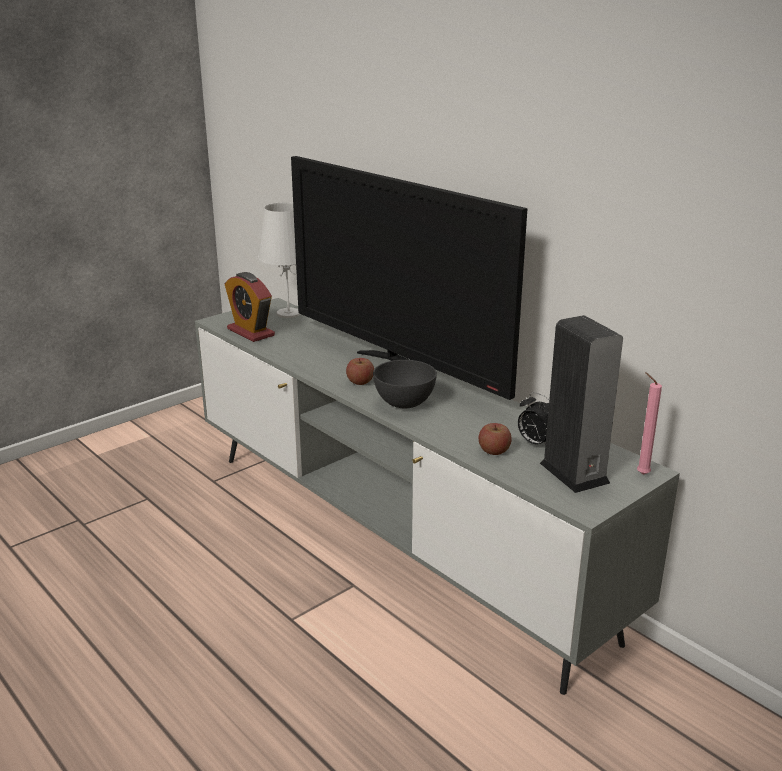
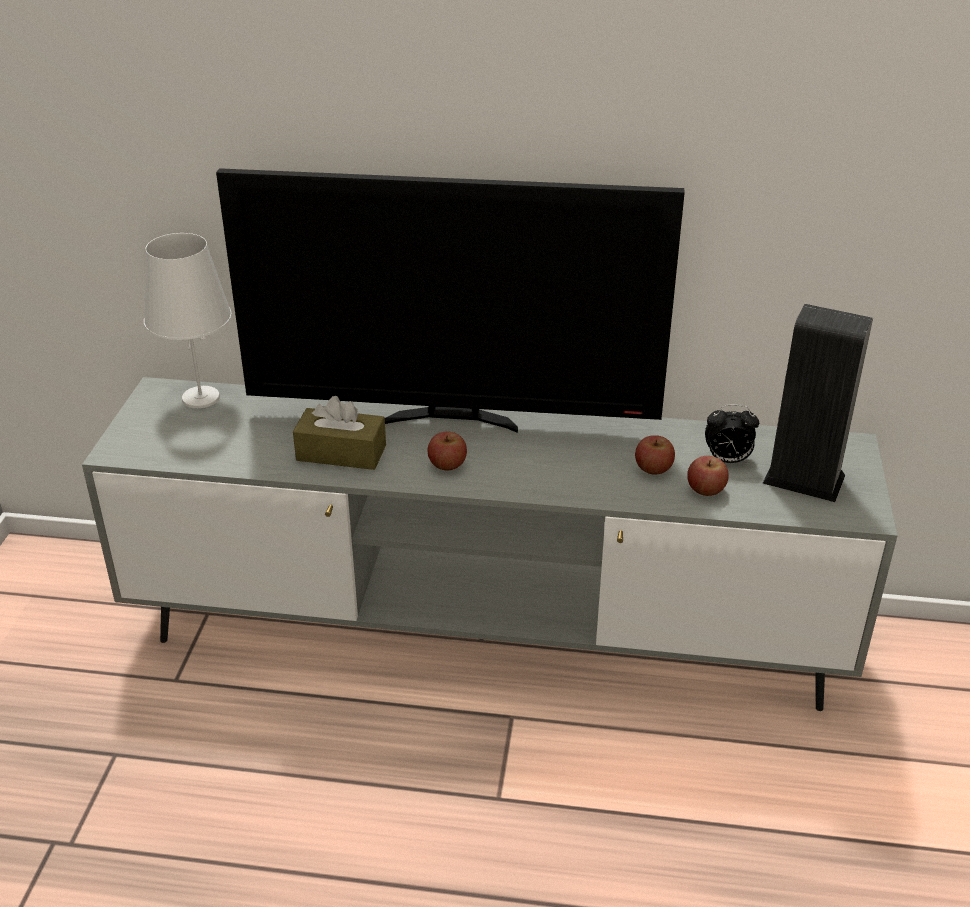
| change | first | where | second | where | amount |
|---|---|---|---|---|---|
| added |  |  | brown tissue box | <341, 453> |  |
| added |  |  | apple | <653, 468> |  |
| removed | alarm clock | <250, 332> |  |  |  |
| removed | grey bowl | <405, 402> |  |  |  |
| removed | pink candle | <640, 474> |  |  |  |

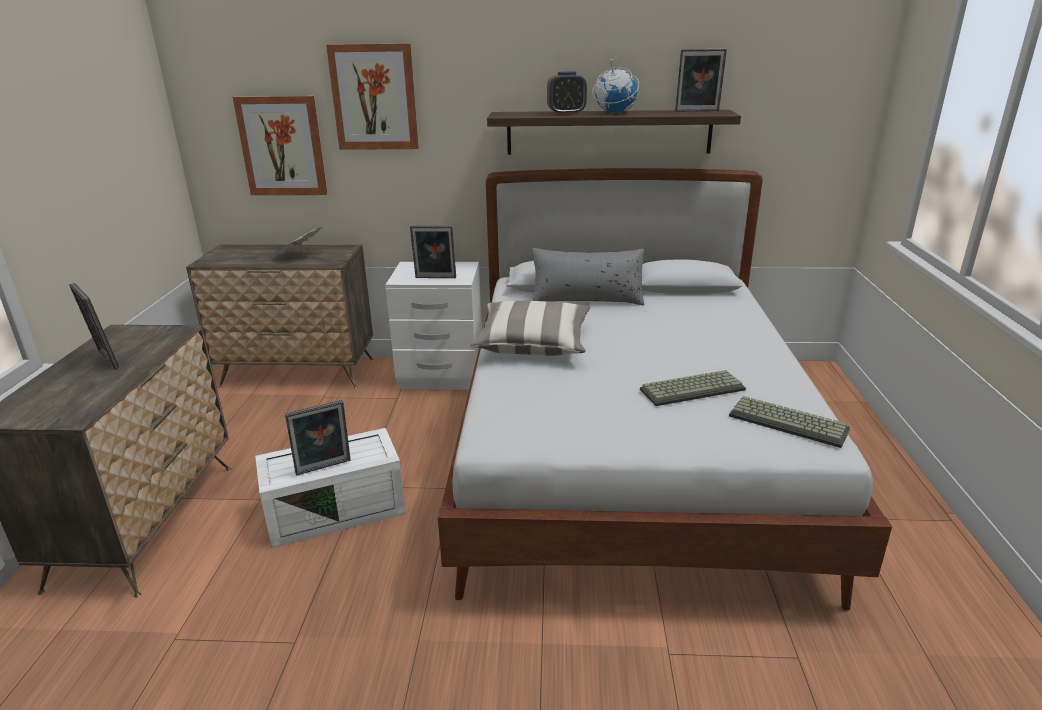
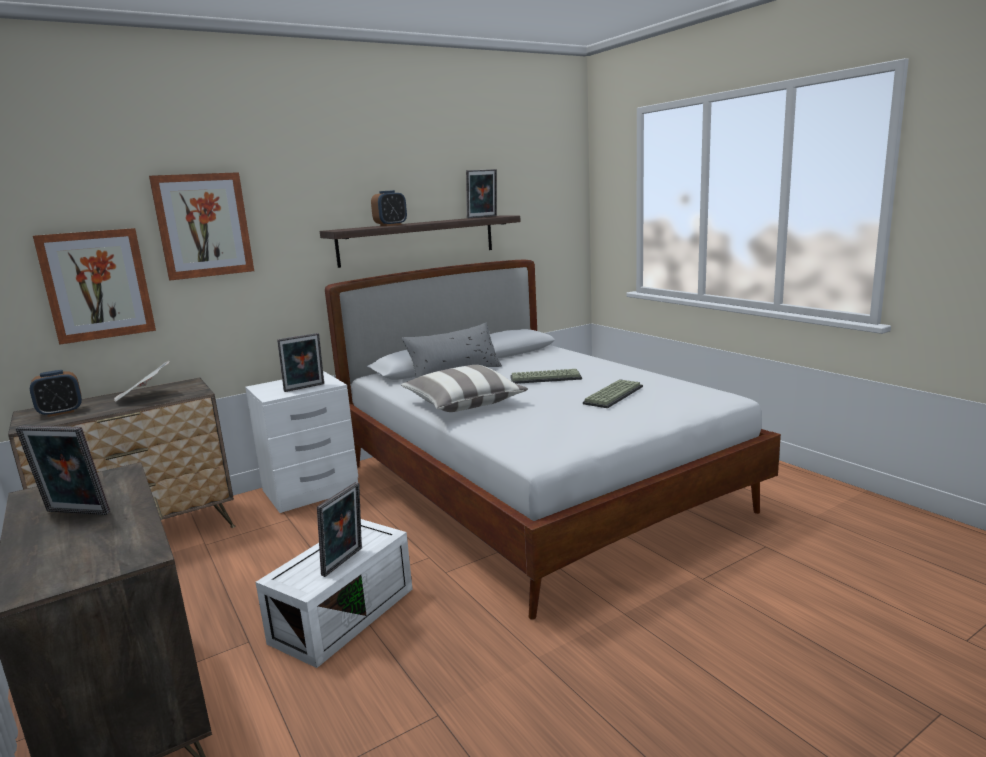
| change | first | where | second | where | amount |
|---|---|---|---|---|---|
| added |  |  | alarm clock | <61, 412> |  |
| moved | keyboard | <789, 422> |  | <546, 377> |  |
| removed | globe | <614, 113> |  |  |  |

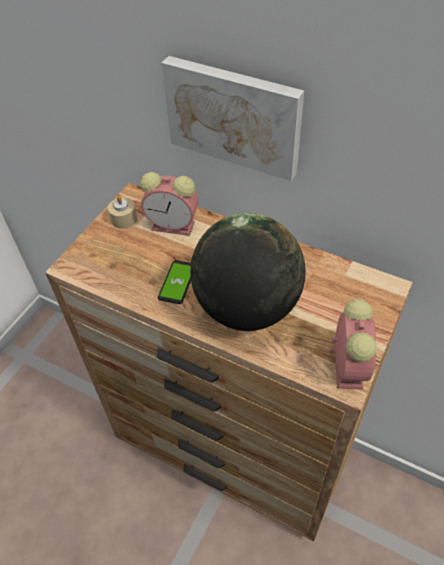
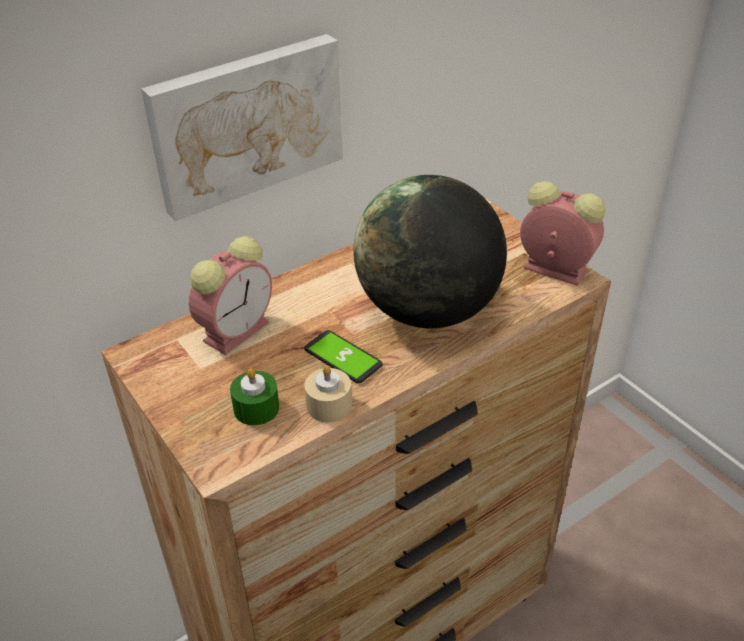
| change | first | where | second | where | amount |
|---|---|---|---|---|---|
| added |  |  | green candle | <256, 408> |  |
| moved | beige candle | <124, 219> |  | <329, 405> |  |

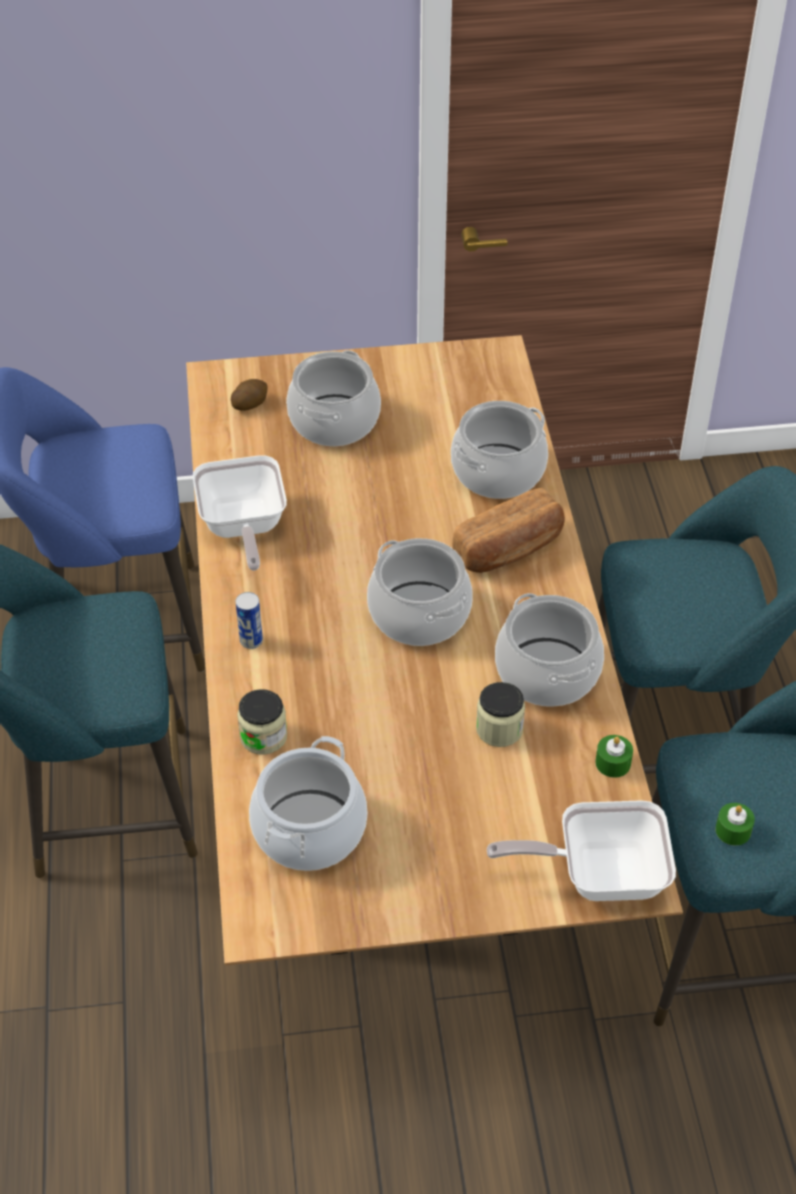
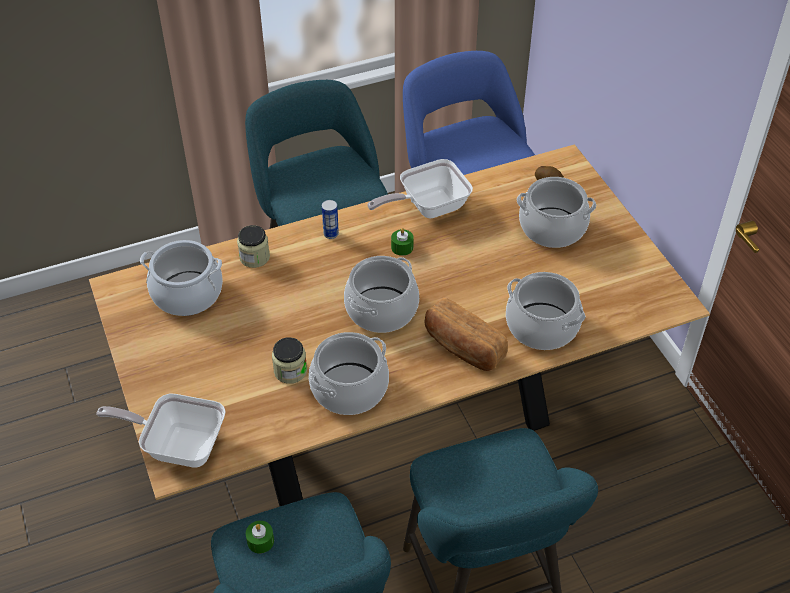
| change | first | where | second | where | amount |
|---|---|---|---|---|---|
| turned | frying pan | <598, 874> |  | <178, 445> | 60 degrees counterclockwise |
| moved | green candle | <613, 763> |  | <402, 247> |  |

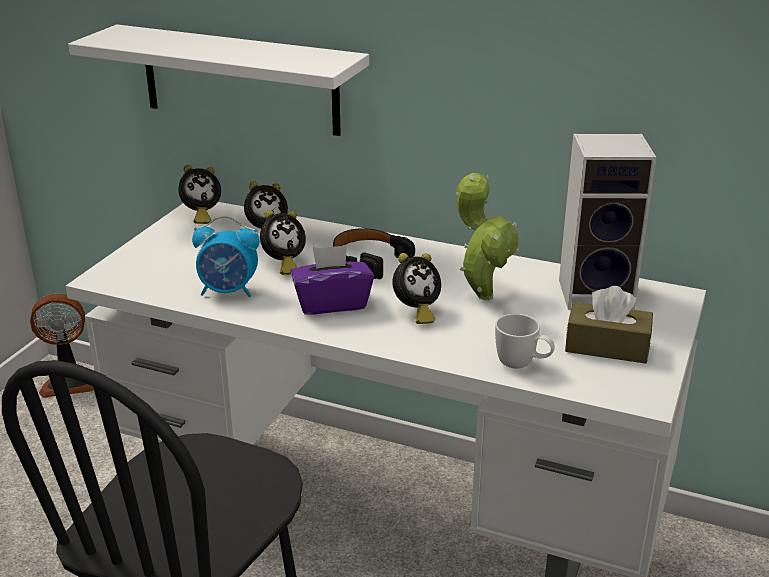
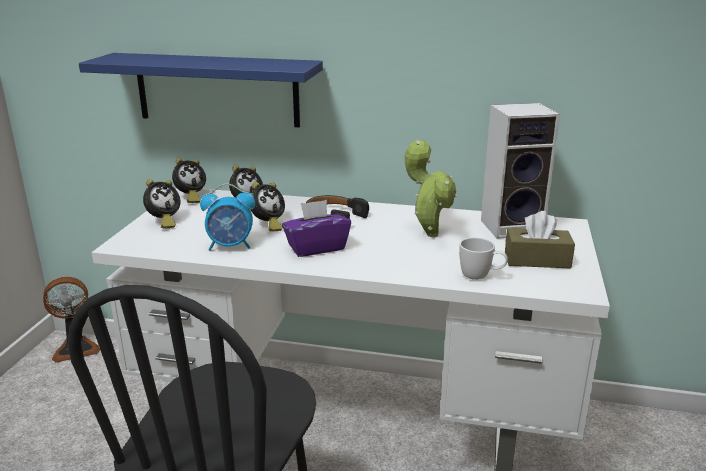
| change | first | where | second | where | amount |
|---|---|---|---|---|---|
| recoloured | white shelf | <239, 80> | blue shelf | <217, 90> |  |
| moved | alarm clock | <415, 312> |  | <163, 222> |  |

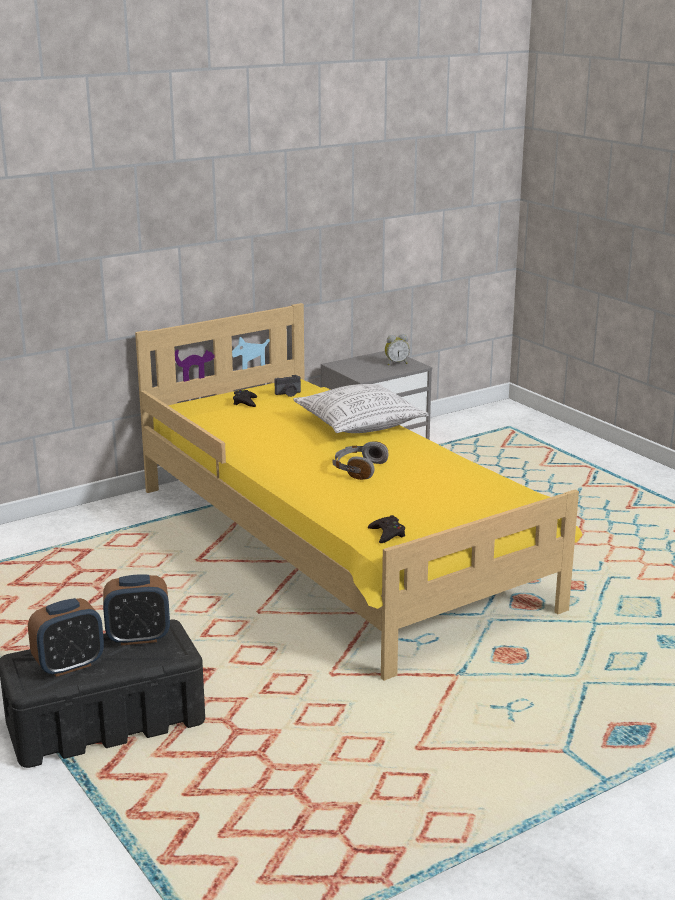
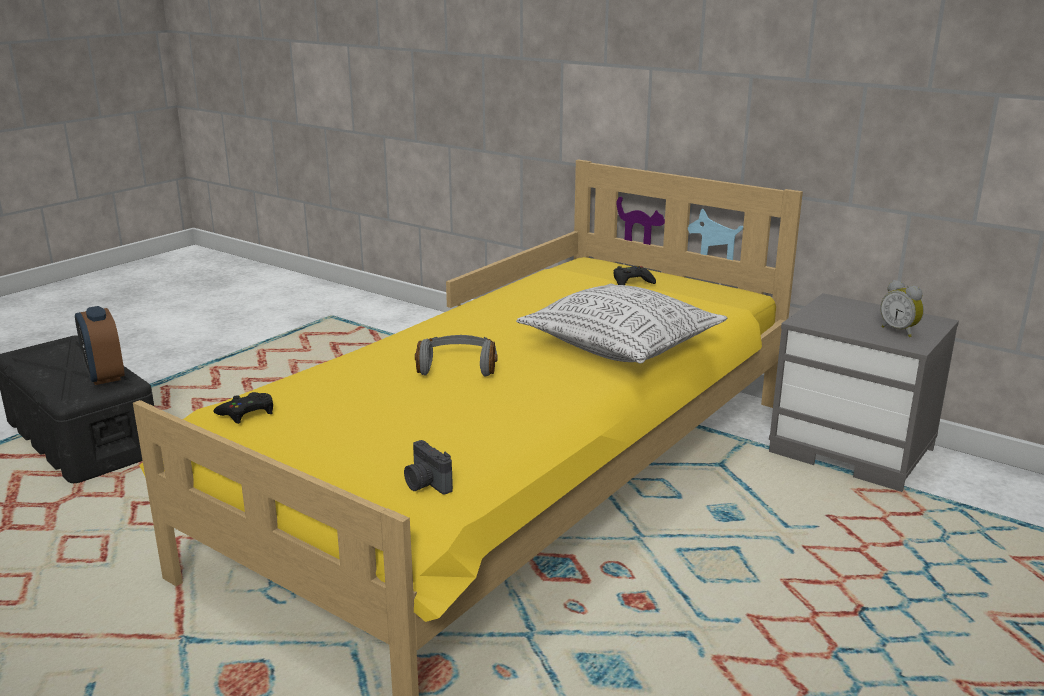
| change | first | where | second | where | amount |
|---|---|---|---|---|---|
| moved | photo camera | <288, 394> |  | <426, 484> |  |
| removed | alarm clock | <69, 665> |  |  |  |

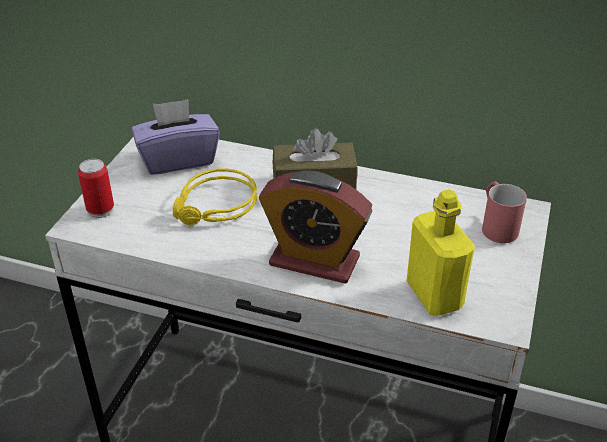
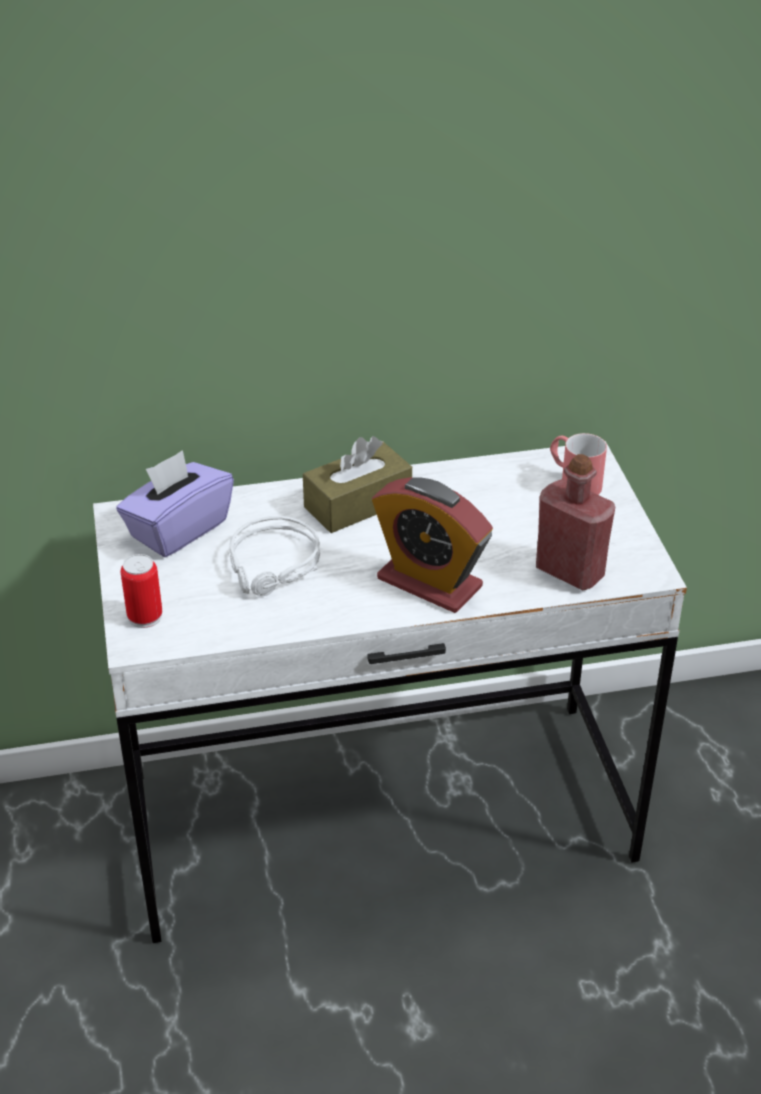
| change | first | where | second | where | amount |
|---|---|---|---|---|---|
| recoloured | yellow headphones | <216, 207> | grey headphones | <274, 566> |  |
| turned | alarm clock | <314, 261> |  | <429, 583> | 45 degrees clockwise |
| recoloured | yellow bottle | <434, 295> | red bottle | <569, 571> |  |

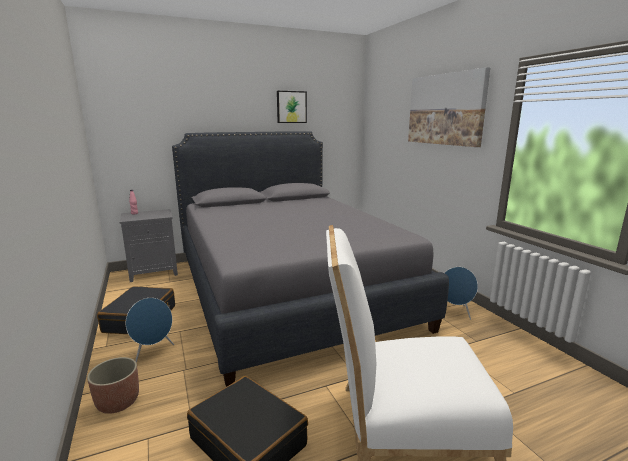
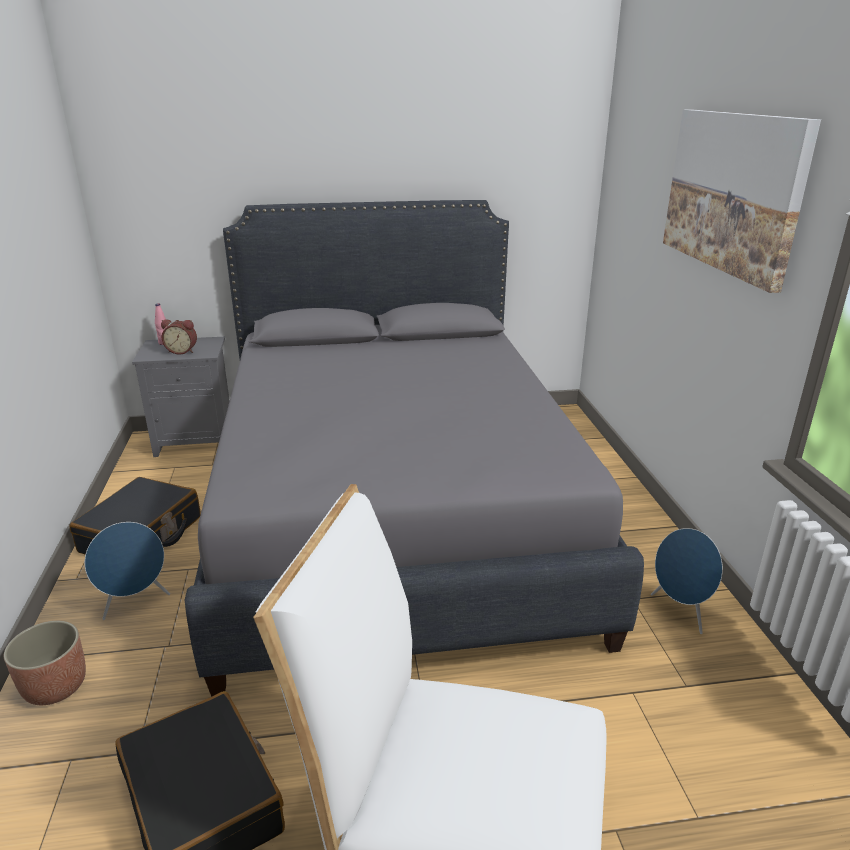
| change | first | where | second | where | amount |
|---|---|---|---|---|---|
| added |  |  | alarm clock | <182, 351> |  |
| removed | picture | <291, 107> |  |  |  |

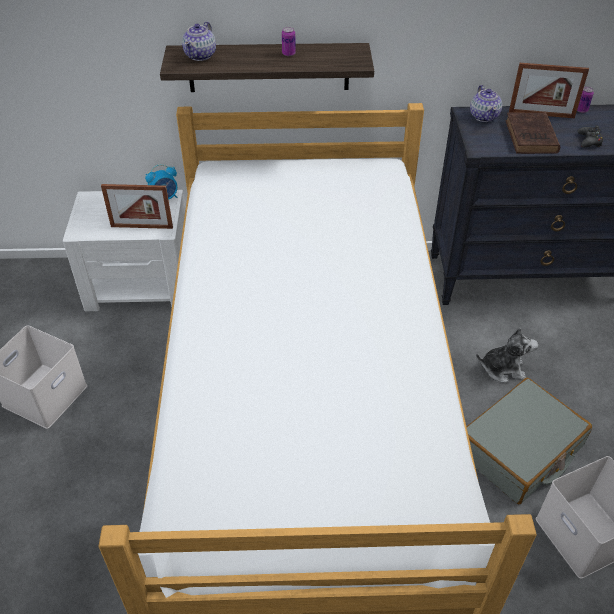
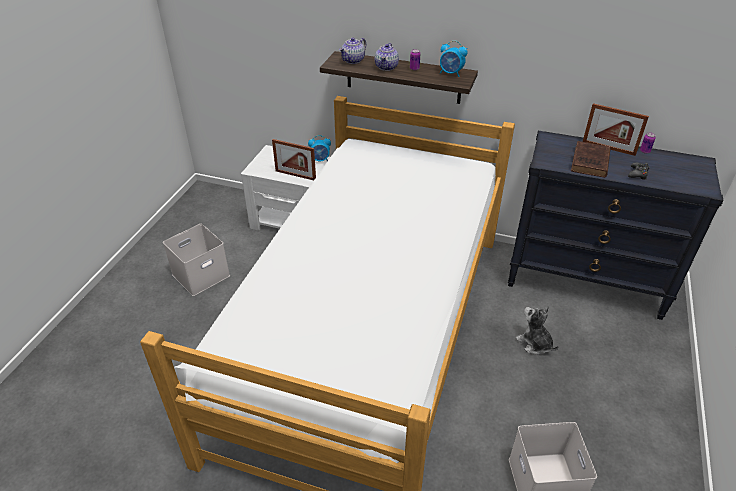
| change | first | where | second | where | amount |
|---|---|---|---|---|---|
| moved | teapot | <484, 116> |  | <386, 67> |  |
| added |  |  | alarm clock | <451, 73> |  |
| turned | plush toy | <502, 369> |  | <534, 343> | 150 degrees counterclockwise |
| removed | grey suitcase | <519, 450> |  |  |  |

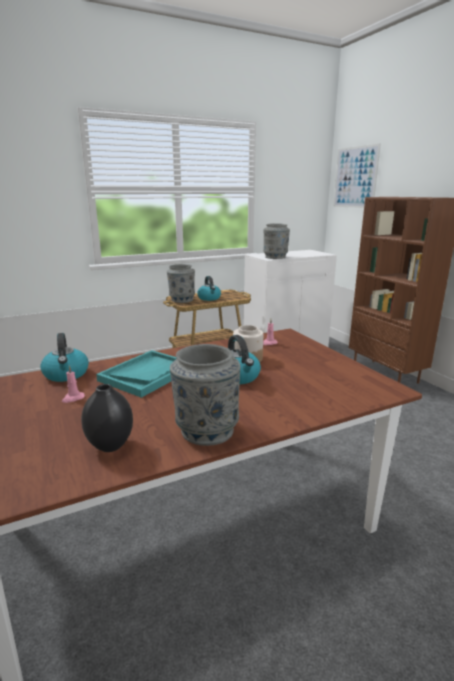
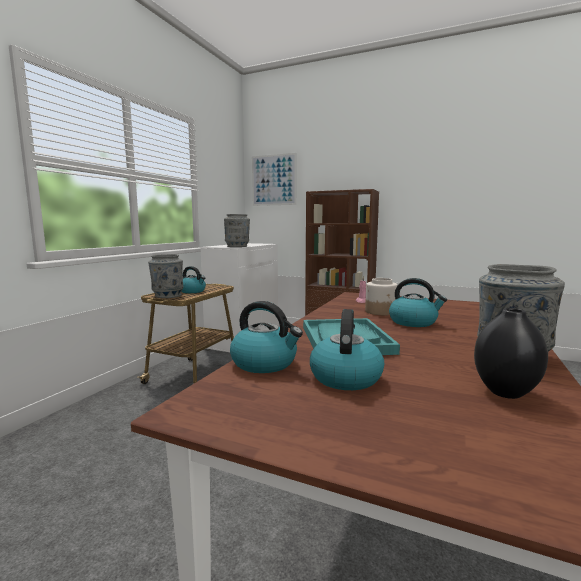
| change | first | where | second | where | amount |
|---|---|---|---|---|---|
| replaced | pink candle | <73, 398> | kettle | <345, 377> |  |

